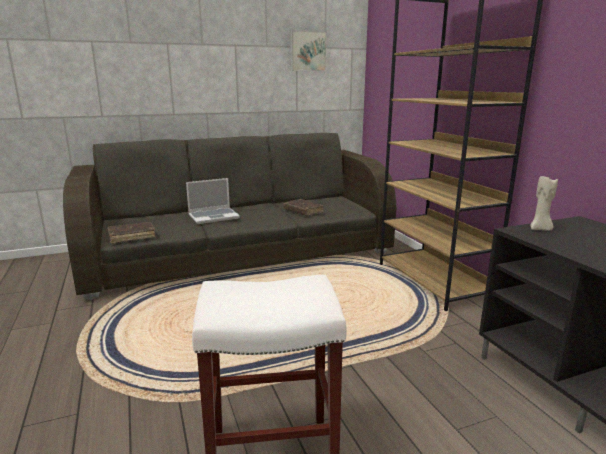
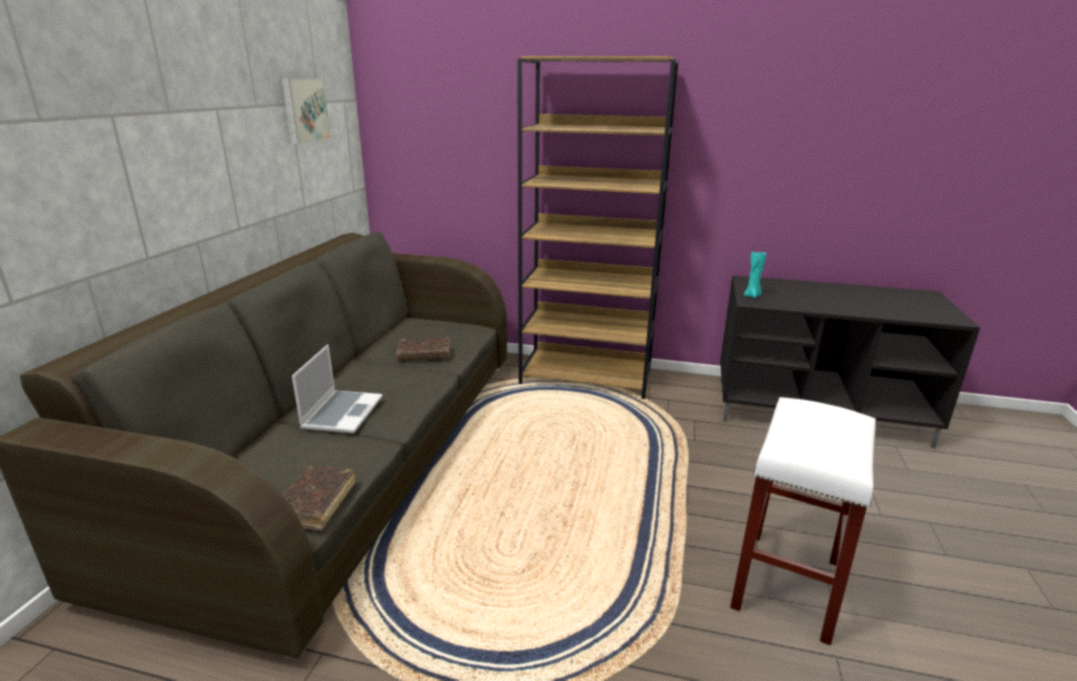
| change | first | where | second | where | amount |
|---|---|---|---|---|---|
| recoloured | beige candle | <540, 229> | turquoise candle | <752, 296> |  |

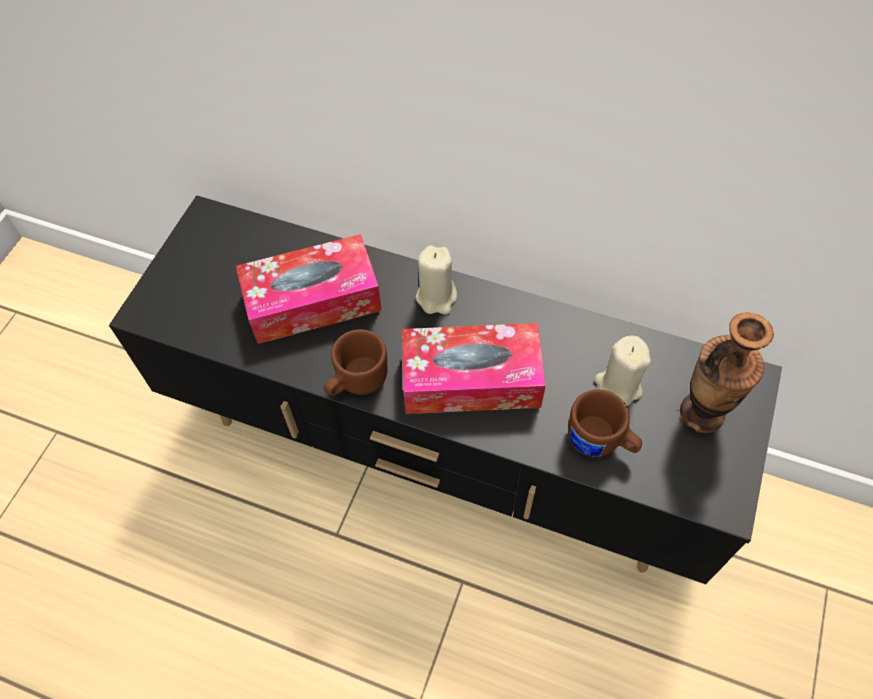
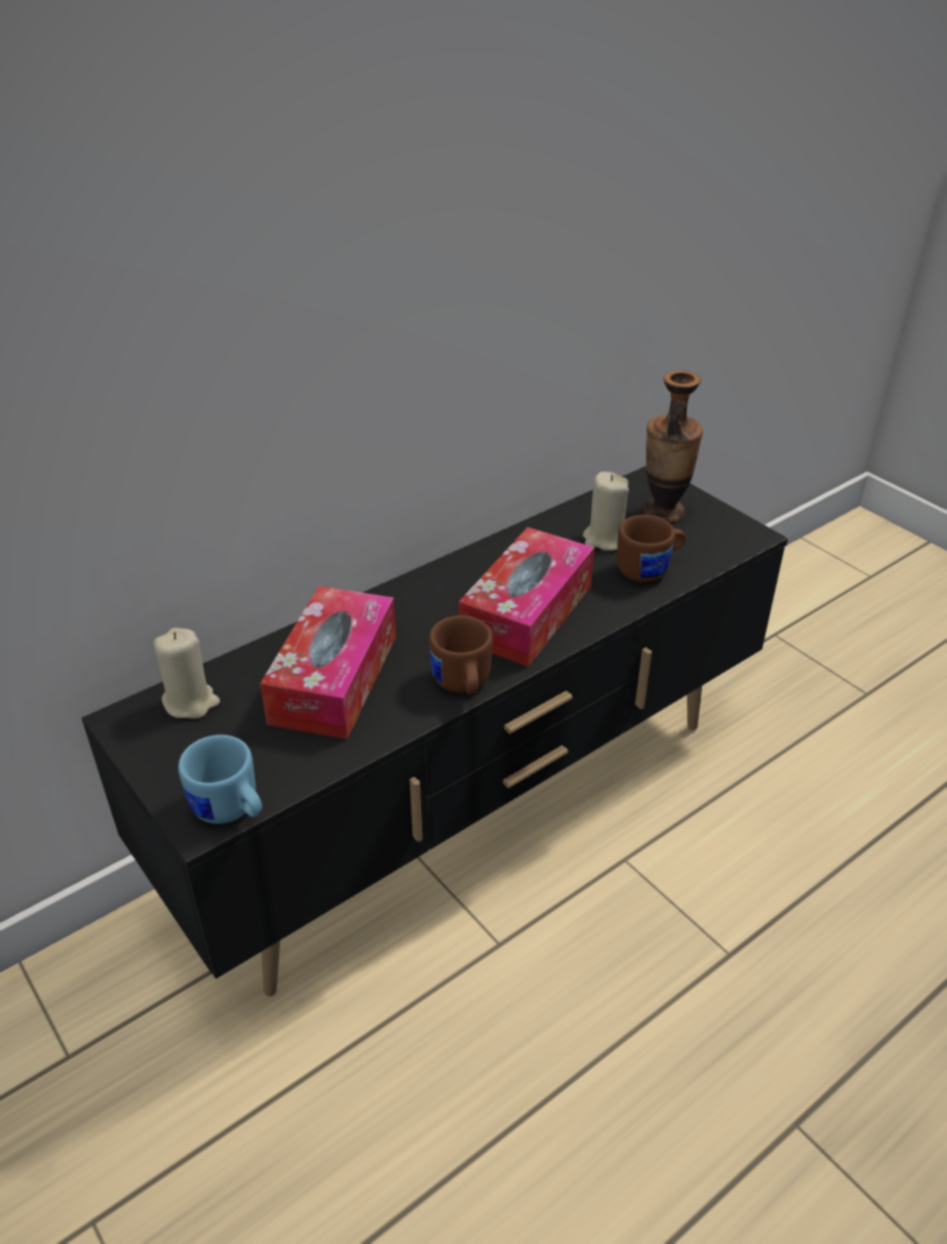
| change | first | where | second | where | amount |
|---|---|---|---|---|---|
| moved | beige candle | <436, 297> |  | <191, 702> |  |
| added |  |  | blue mug | <230, 811> |  |

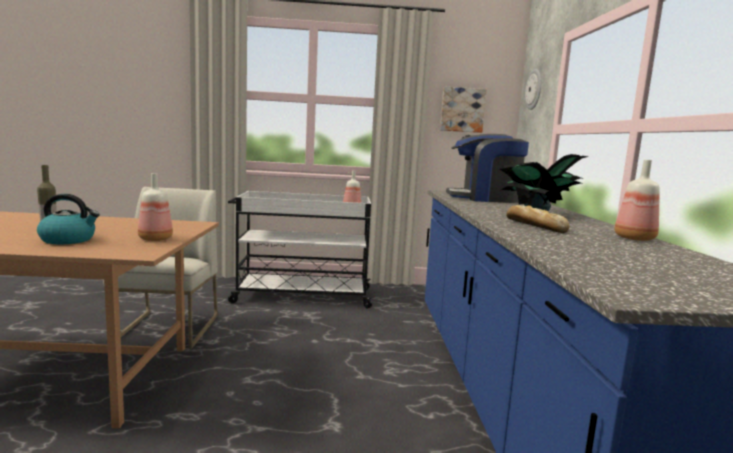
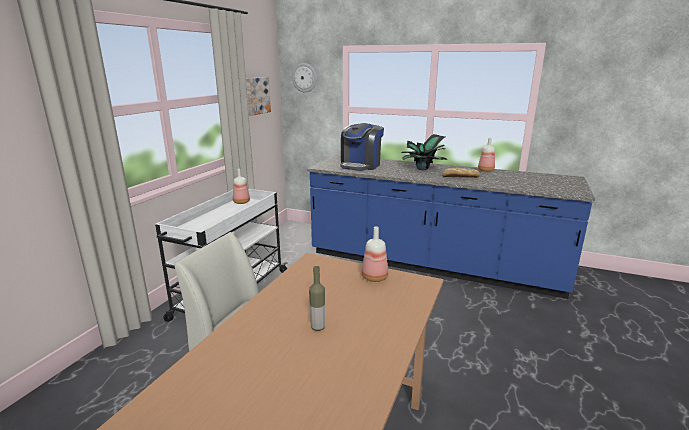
| change | first | where | second | where | amount |
|---|---|---|---|---|---|
| removed | kettle | <69, 240> |  |  |  |

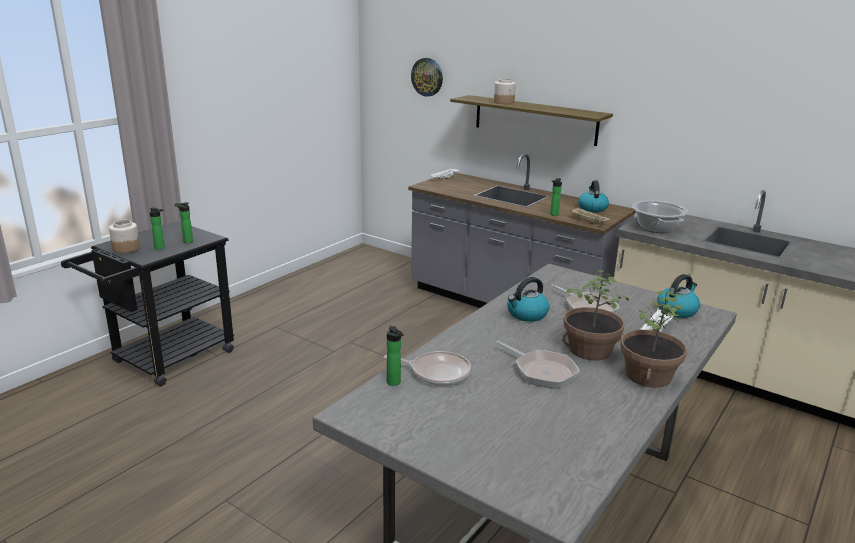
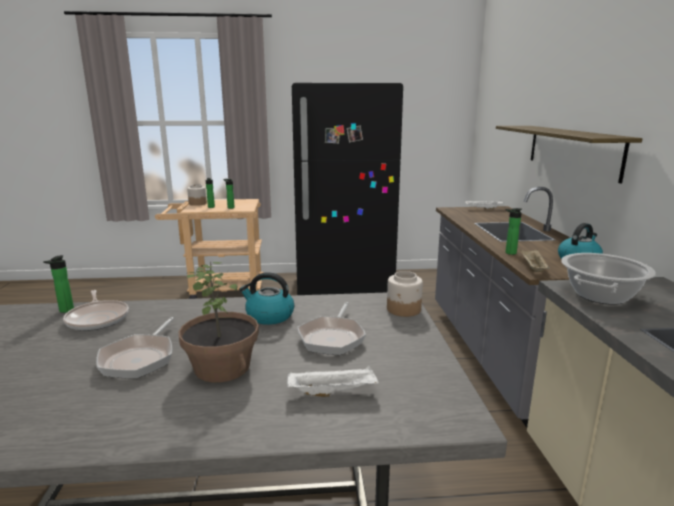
| change | first | where | second | where | amount |
|---|---|---|---|---|---|
| recoloured | black cart | <165, 360> | beige cart | <219, 290> |  |
| added |  |  | black fridge | <343, 285> |  |
| moved | jar | <504, 102> |  | <404, 309> |  |
| removed | wall clock | <427, 77> |  |  |  |
| removed | potted plant | <647, 375> |  |  |  |
| removed | kettle | <677, 310> |  |  |  |

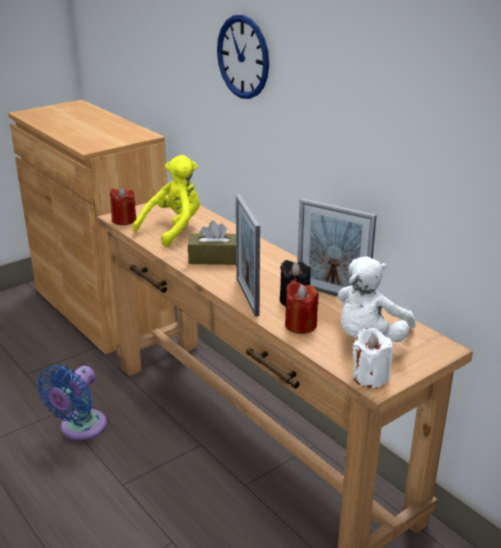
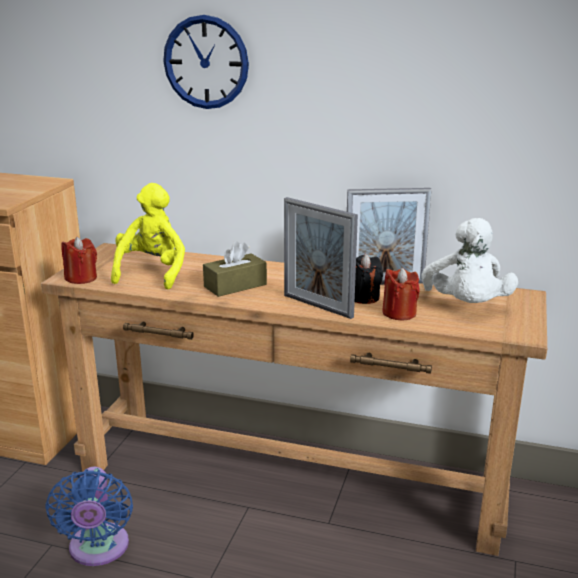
| change | first | where | second | where | amount |
|---|---|---|---|---|---|
| removed | white candle | <370, 377> |  |  |  |

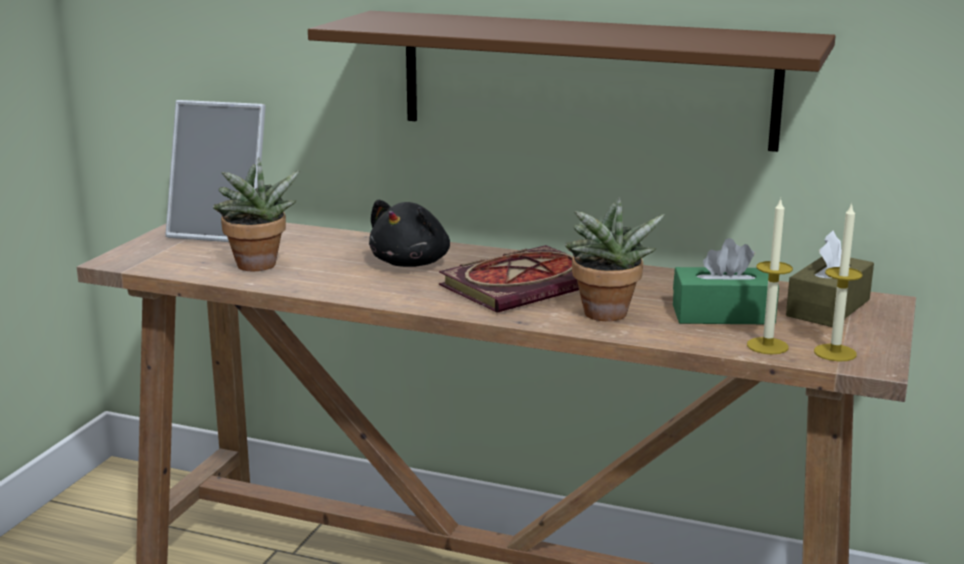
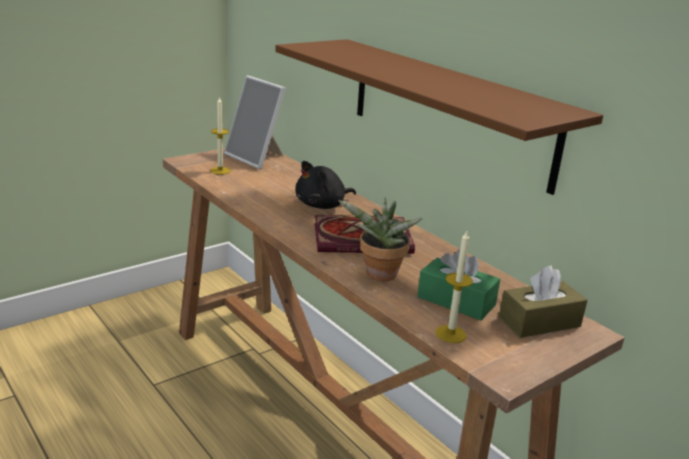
| change | first | where | second | where | amount |
|---|---|---|---|---|---|
| moved | candle | <835, 353> |  | <220, 170> |  |
| removed | potted plant | <257, 267> |  |  |  |

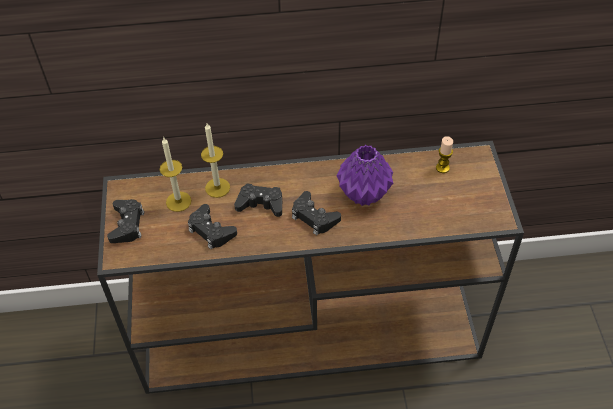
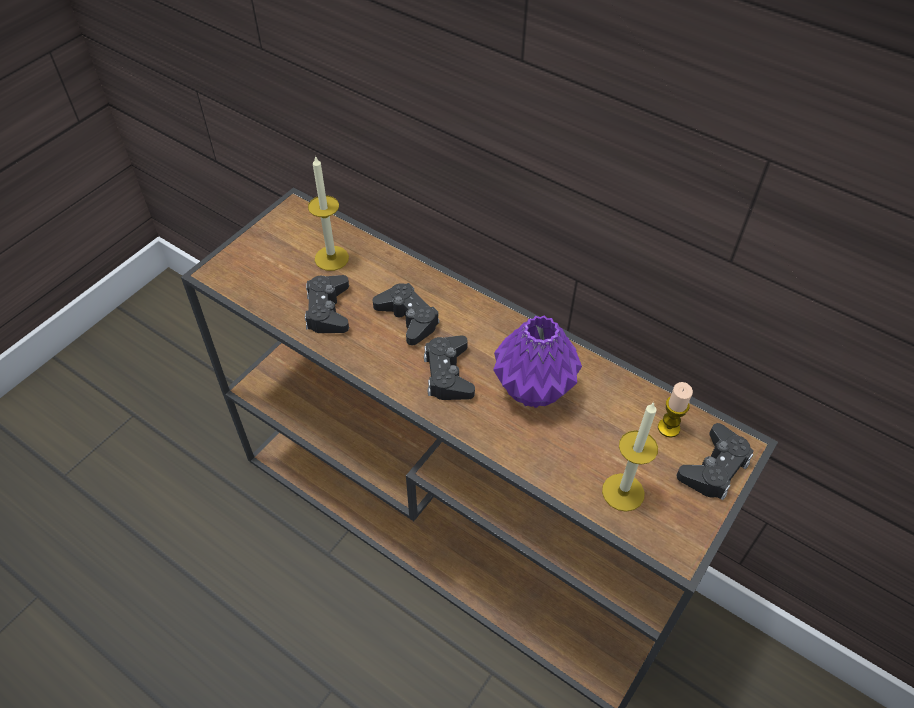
| change | first | where | second | where | amount |
|---|---|---|---|---|---|
| moved | candle | <217, 187> |  | <623, 492> |  |
| moved | black game controller | <127, 224> |  | <714, 468> |  |

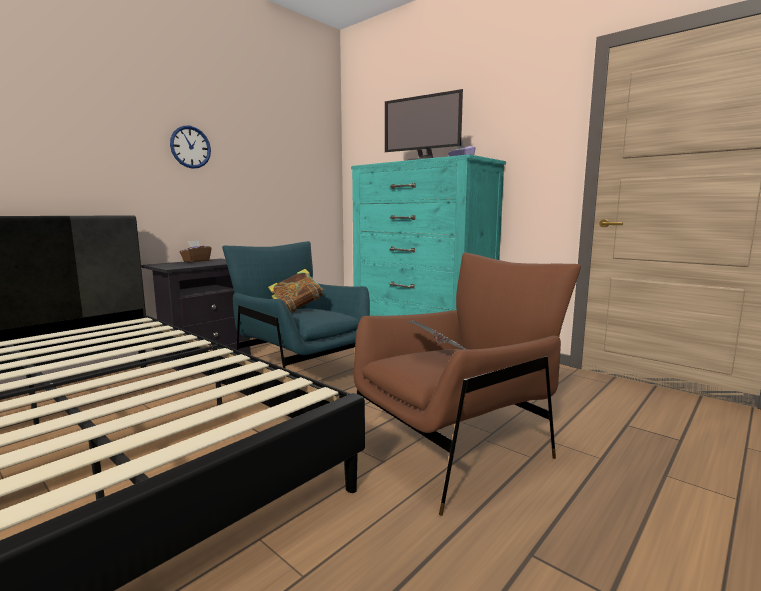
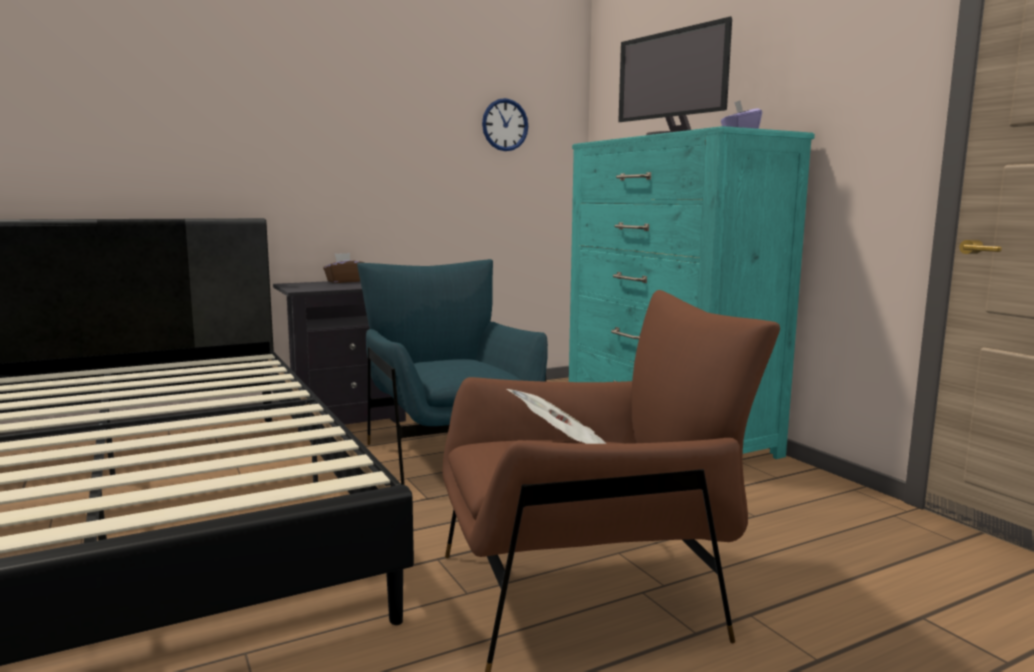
| change | first | where | second | where | amount |
|---|---|---|---|---|---|
| moved | wall clock | <190, 147> |  | <505, 125> |  |
| removed | book | <297, 309> |  |  |  |

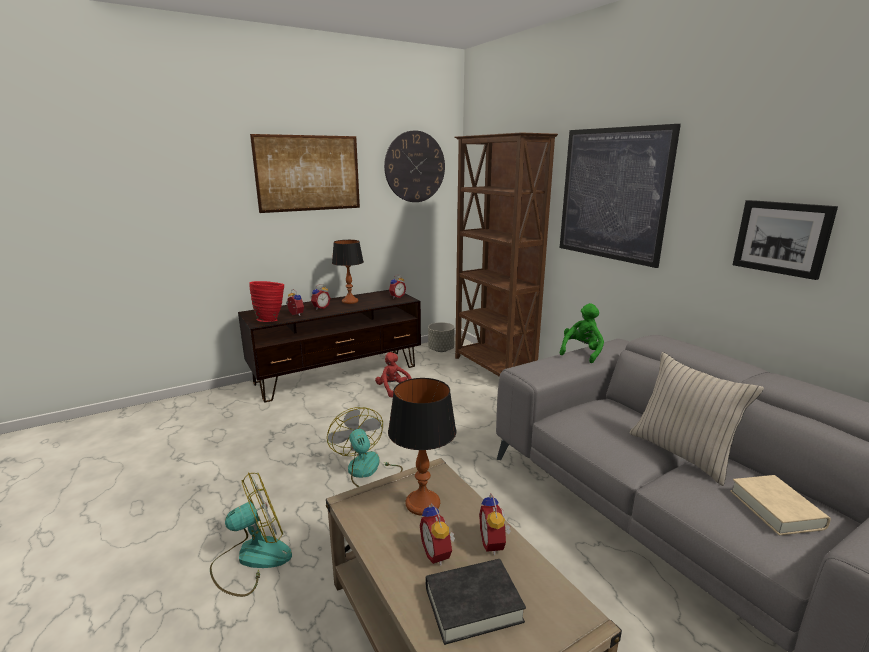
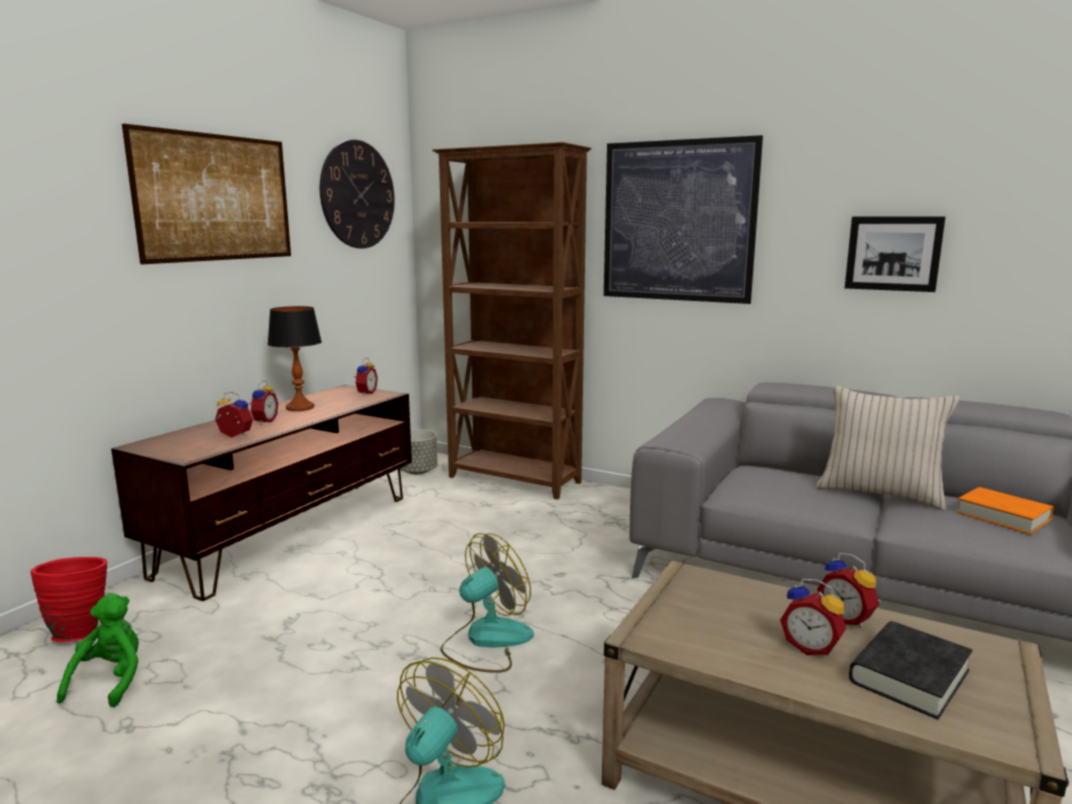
| change | first | where | second | where | amount |
|---|---|---|---|---|---|
| moved | red vase | <271, 320> |  | <80, 631> |  |
| moved | green plush toy | <581, 352> |  | <110, 681> |  |
| turned | fan | <367, 471> |  | <486, 641> | 105 degrees clockwise |
| recoloured | beige book | <776, 509> | orange book | <1003, 516> |  |
| removed | red plush toy | <393, 389> |  |  |  |
| removed | table lamp | <422, 503> |  |  |  |

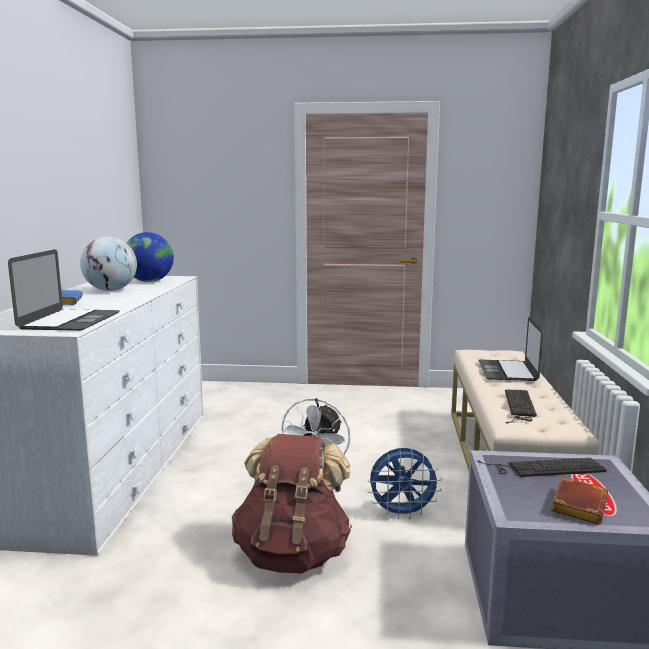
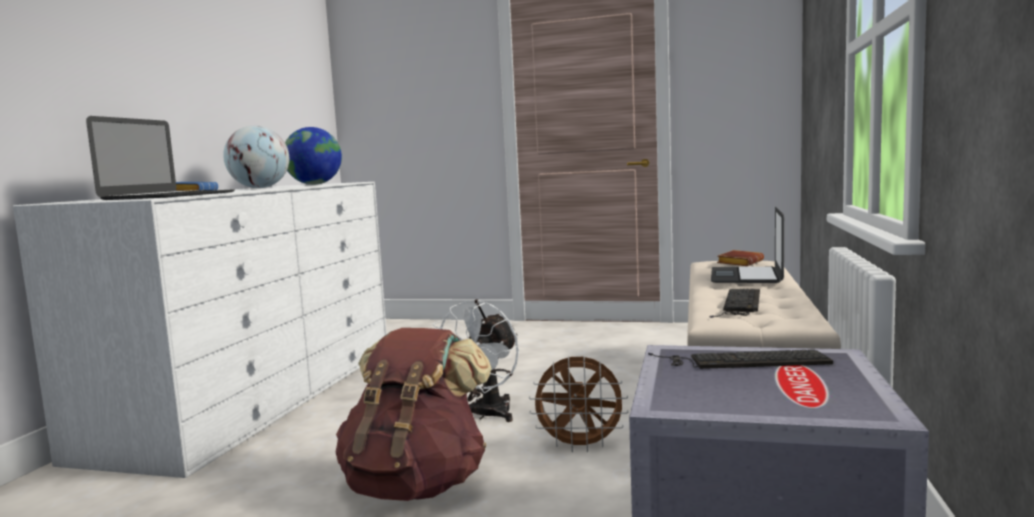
| change | first | where | second | where | amount |
|---|---|---|---|---|---|
| recoloured | blue fan | <402, 513> | brown fan | <580, 446> |  |
| moved | brown book | <577, 505> |  | <739, 263> |  |

